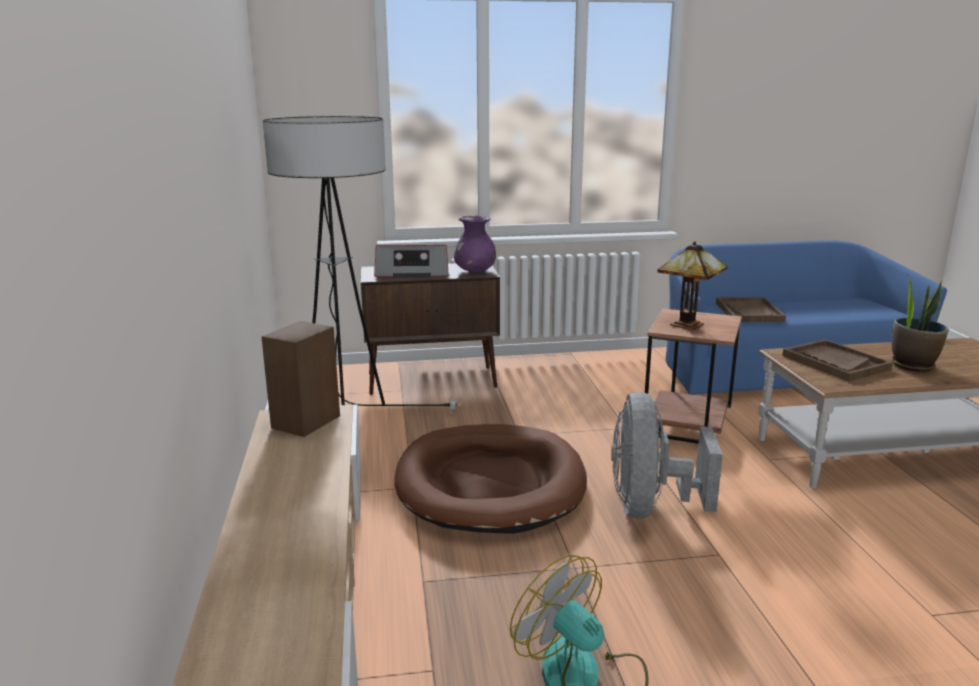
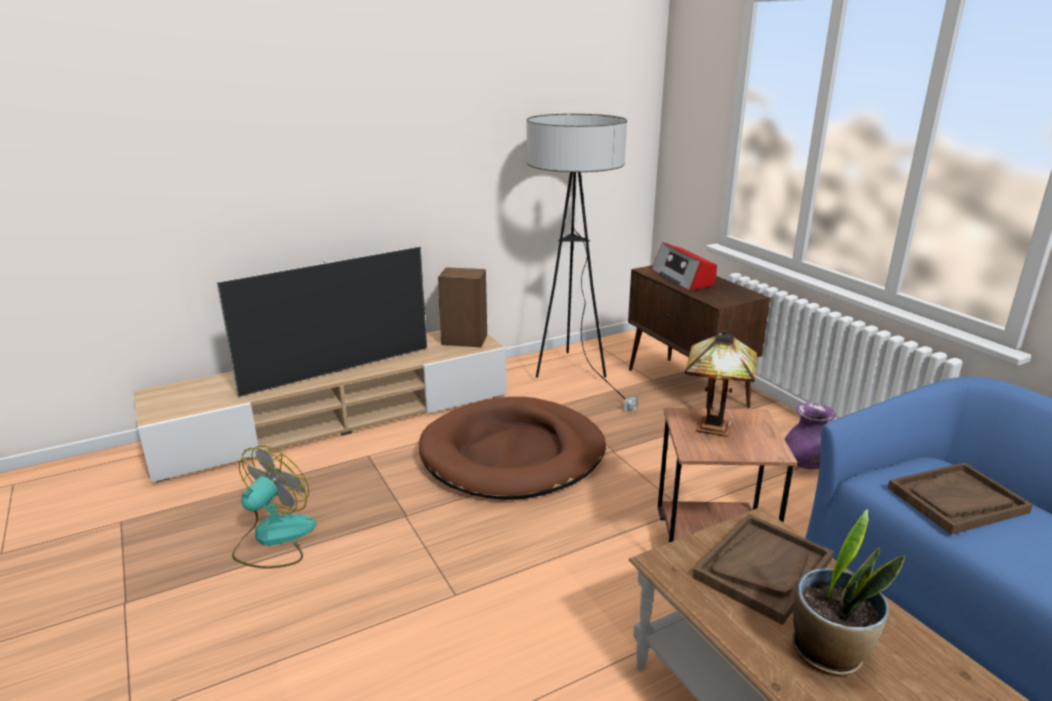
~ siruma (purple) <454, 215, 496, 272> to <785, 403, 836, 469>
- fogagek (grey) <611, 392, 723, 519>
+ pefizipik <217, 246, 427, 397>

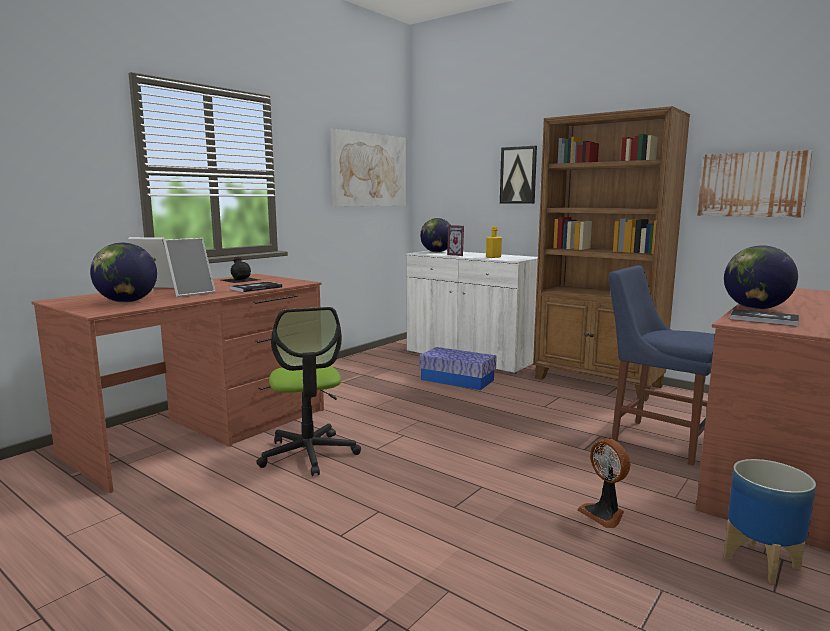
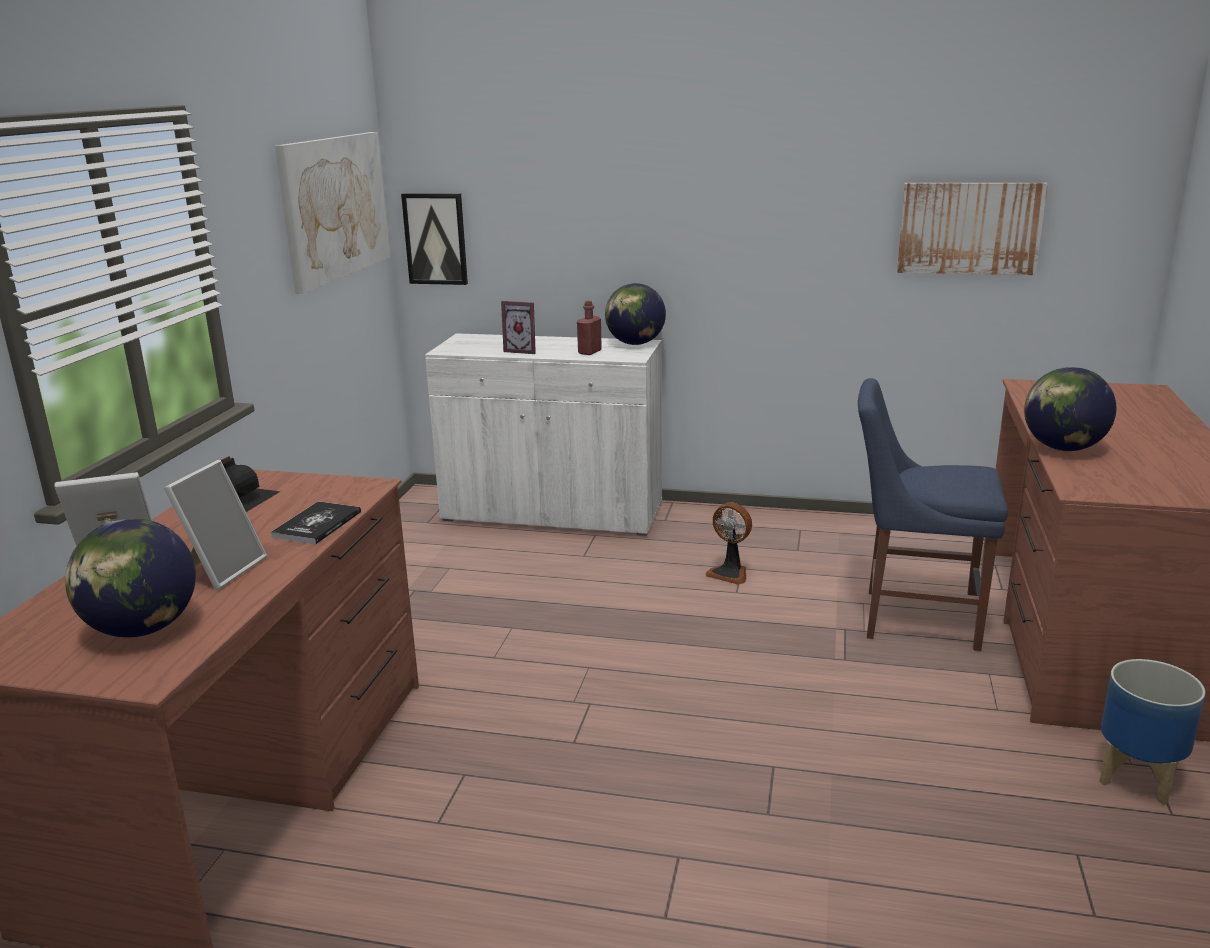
- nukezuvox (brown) <533, 106, 690, 401>
~ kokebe <500, 146, 537, 204> to <401, 193, 468, 285>
~ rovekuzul <420, 218, 450, 252> to <605, 283, 666, 345>
~ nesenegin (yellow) <486, 226, 502, 258> to nesenegin (red) <577, 301, 602, 355>
- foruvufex <256, 307, 361, 476>
- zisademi <730, 309, 799, 326>
- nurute <419, 347, 497, 390>
~ fogagek <577, 439, 630, 528> to <705, 502, 752, 585>

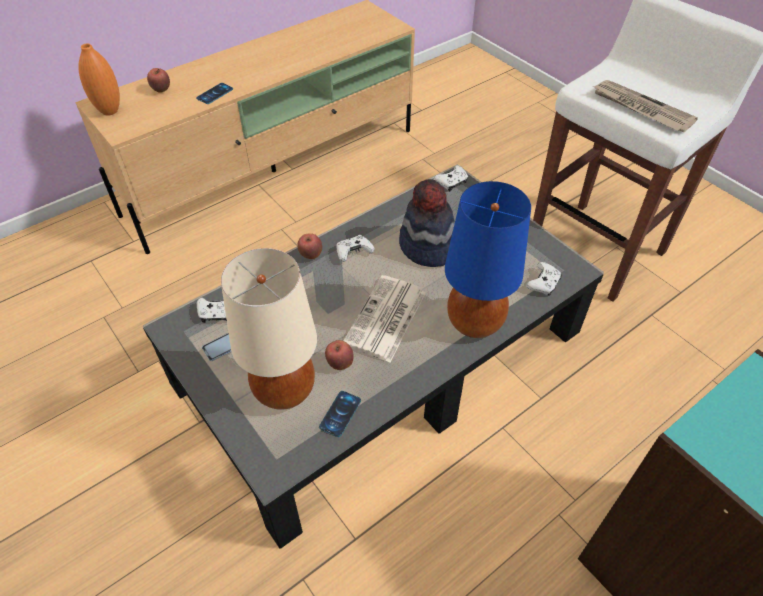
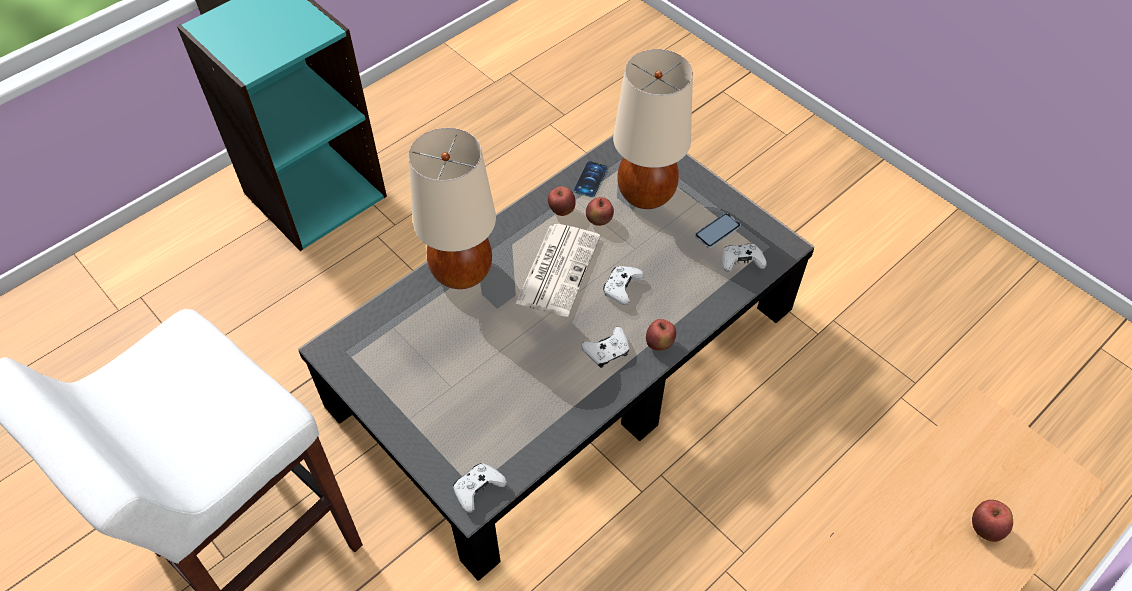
- siruma (orange) <78, 43, 120, 115>
- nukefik <593, 80, 698, 132>
- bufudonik <196, 83, 233, 104>
- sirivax <399, 179, 455, 267>
~ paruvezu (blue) <445, 181, 531, 338> to paruvezu (beige) <408, 128, 496, 289>
~ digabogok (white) <526, 262, 562, 296> to <603, 266, 644, 305>
+ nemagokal <548, 186, 576, 216>

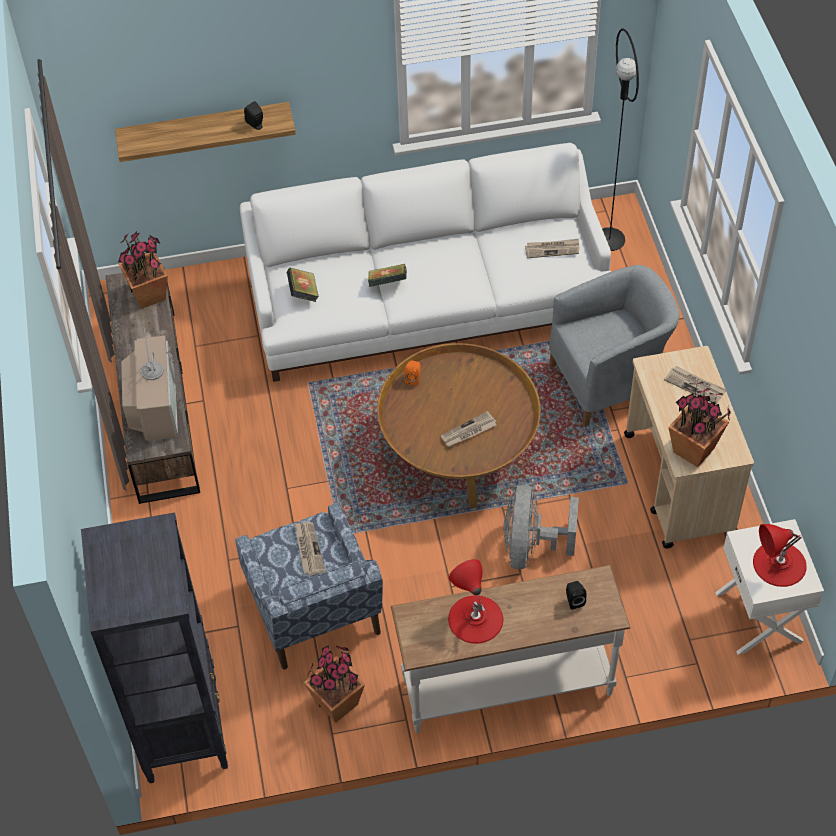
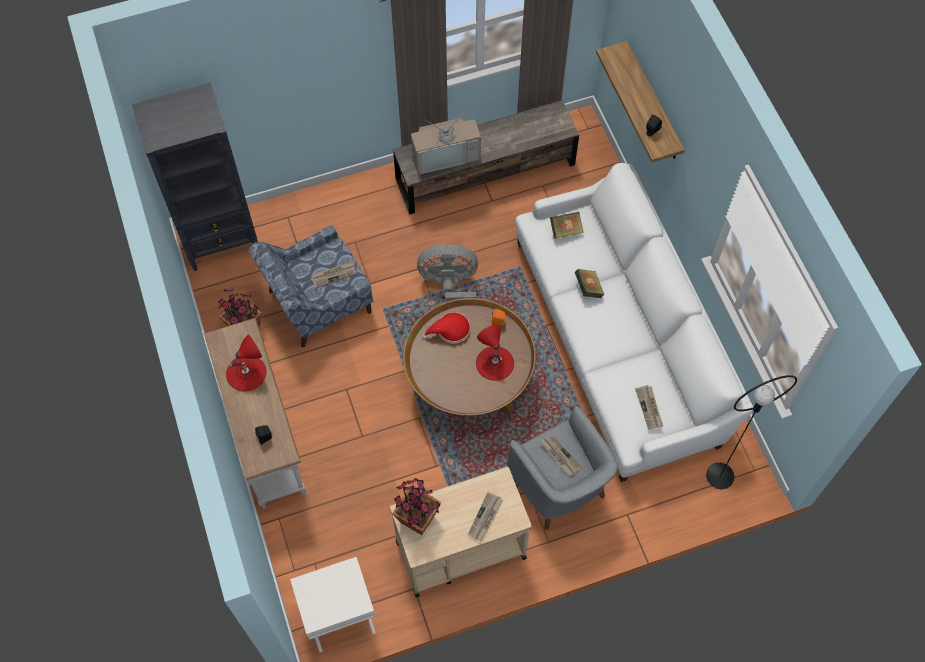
- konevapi <118, 231, 168, 309>
~ nukefik <441, 411, 497, 447> to <540, 435, 583, 476>
~ fogagek (grey) <503, 485, 579, 569> to <417, 245, 478, 302>
~ paruvezu (red) <753, 524, 807, 587> to <476, 325, 514, 381>
+ sirivax (red) <422, 312, 470, 344>

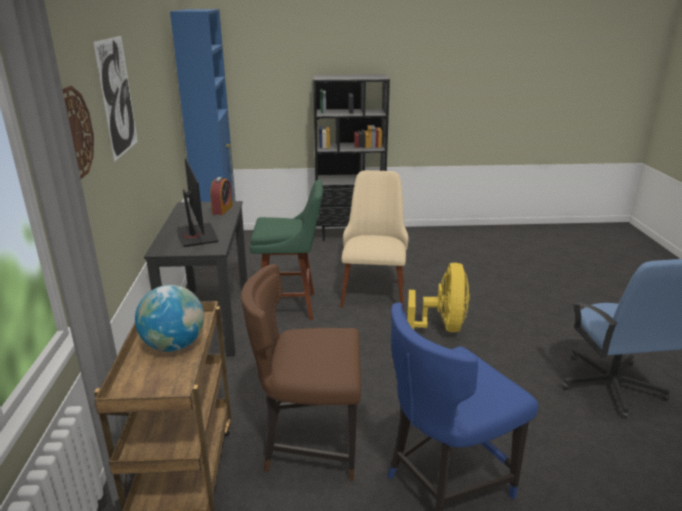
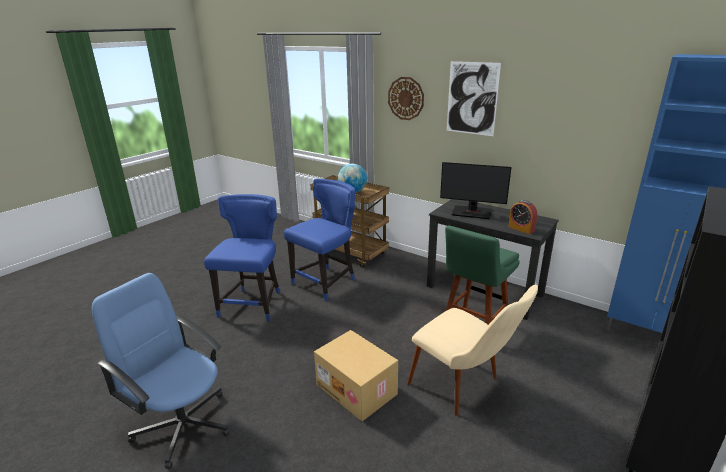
~ fogagek (yellow) <407, 263, 470, 332> to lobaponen <314, 330, 398, 421>
~ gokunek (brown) <241, 264, 361, 481> to gokunek (blue) <284, 179, 355, 301>

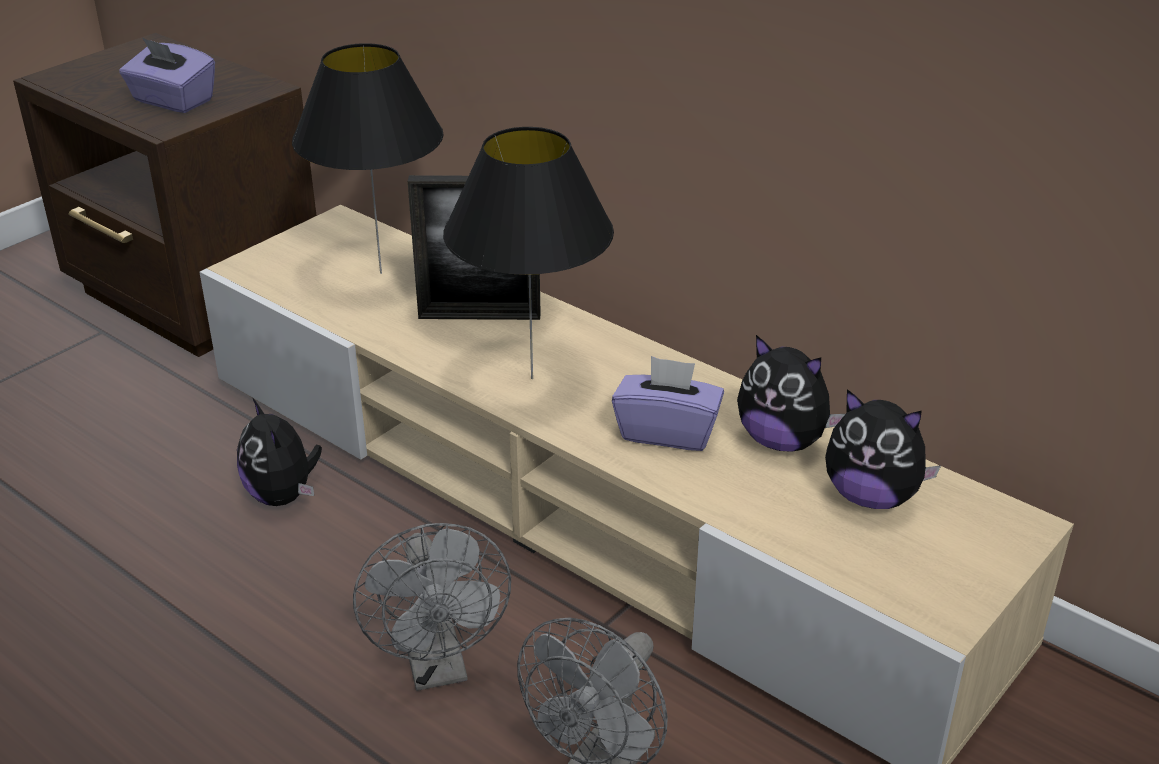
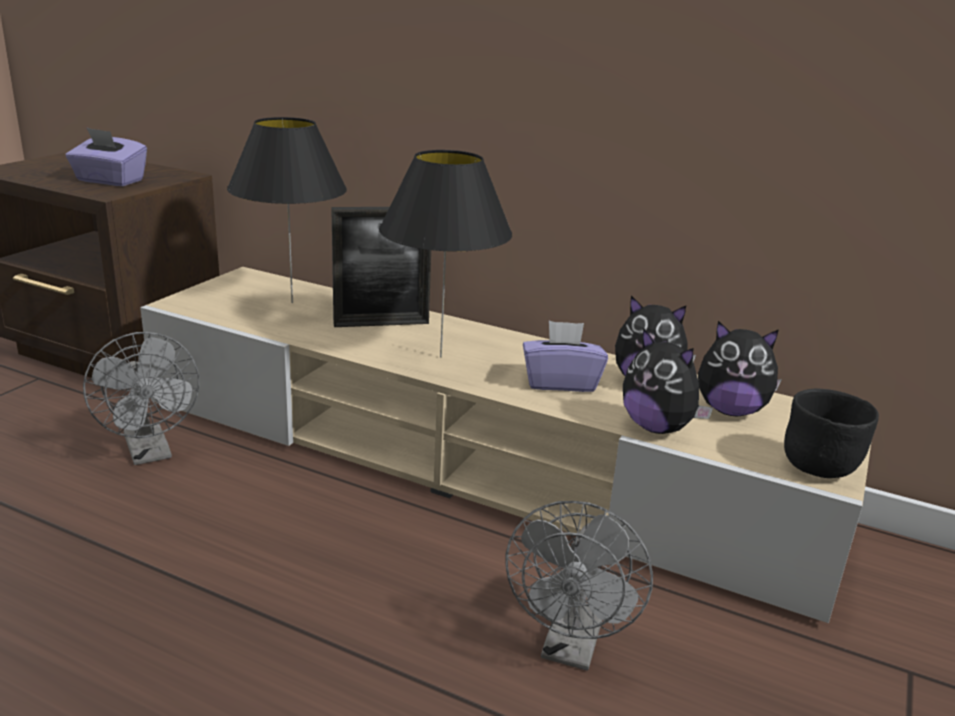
~ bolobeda <237, 399, 322, 506> to <623, 328, 713, 434>
~ fogagek (grey) <353, 523, 511, 691> to <83, 332, 200, 465>
+ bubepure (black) <784, 388, 879, 478>

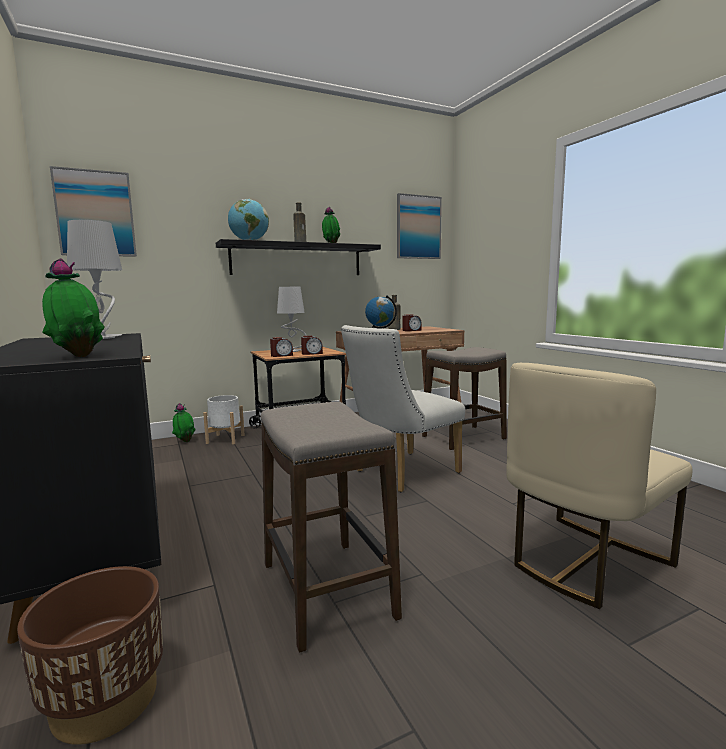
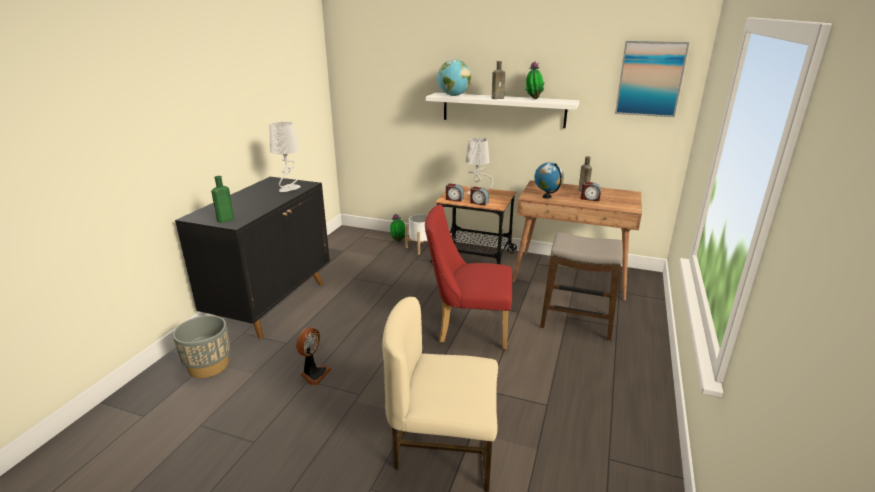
- kokebe <50, 166, 137, 257>
~ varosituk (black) <216, 239, 381, 275> to varosituk (white) <426, 93, 579, 128>
~ konevapi <42, 258, 105, 357> to nesenegin (green) <211, 176, 234, 223>
~ gokunek (white) <341, 325, 465, 492> to gokunek (red) <425, 204, 512, 350>
~ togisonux <260, 402, 402, 653> to fogagek <296, 327, 331, 385>
~ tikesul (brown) <17, 566, 163, 745> to tikesul (grey) <173, 315, 230, 378>

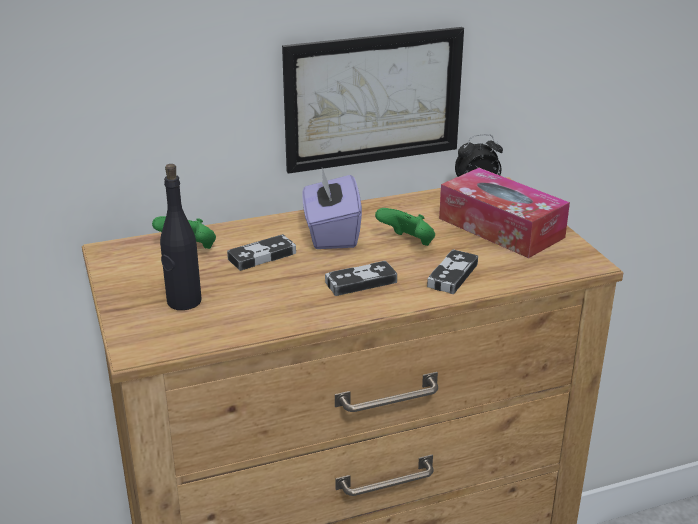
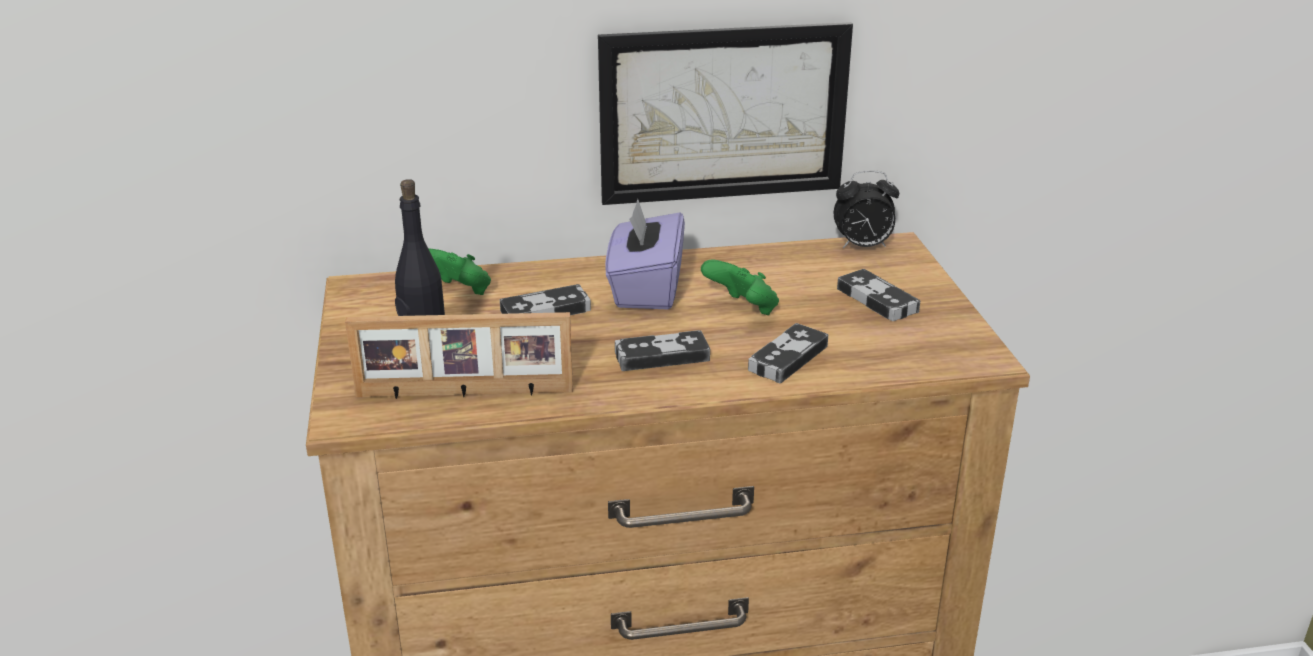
~ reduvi <439, 168, 570, 258> to digabogok <837, 269, 920, 321>
+ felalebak <345, 312, 573, 399>

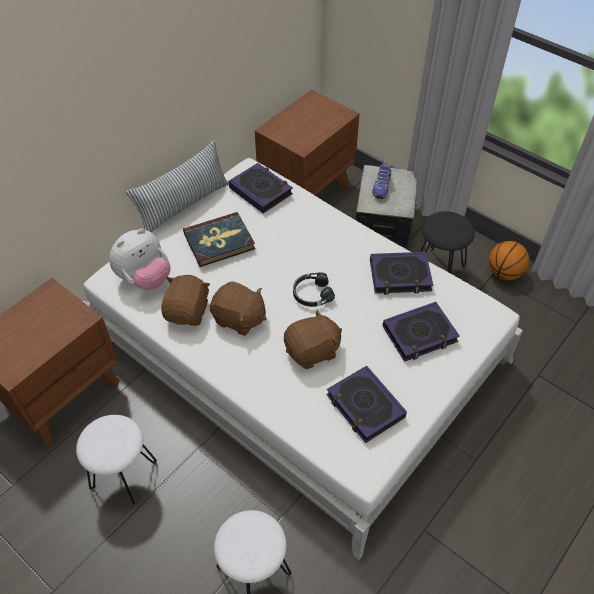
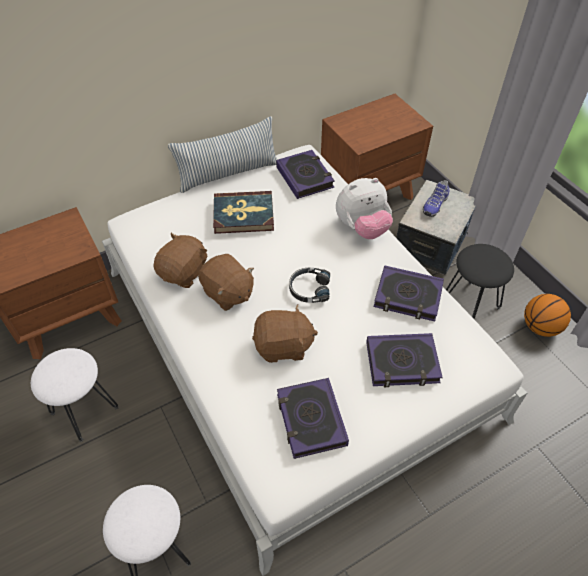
~ bolobeda <109, 229, 171, 290> to <336, 178, 393, 239>

